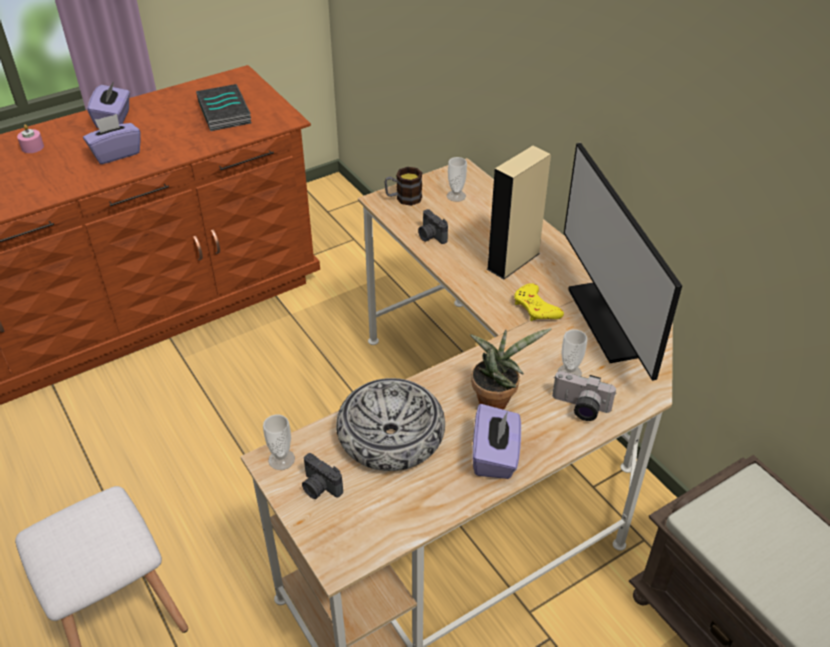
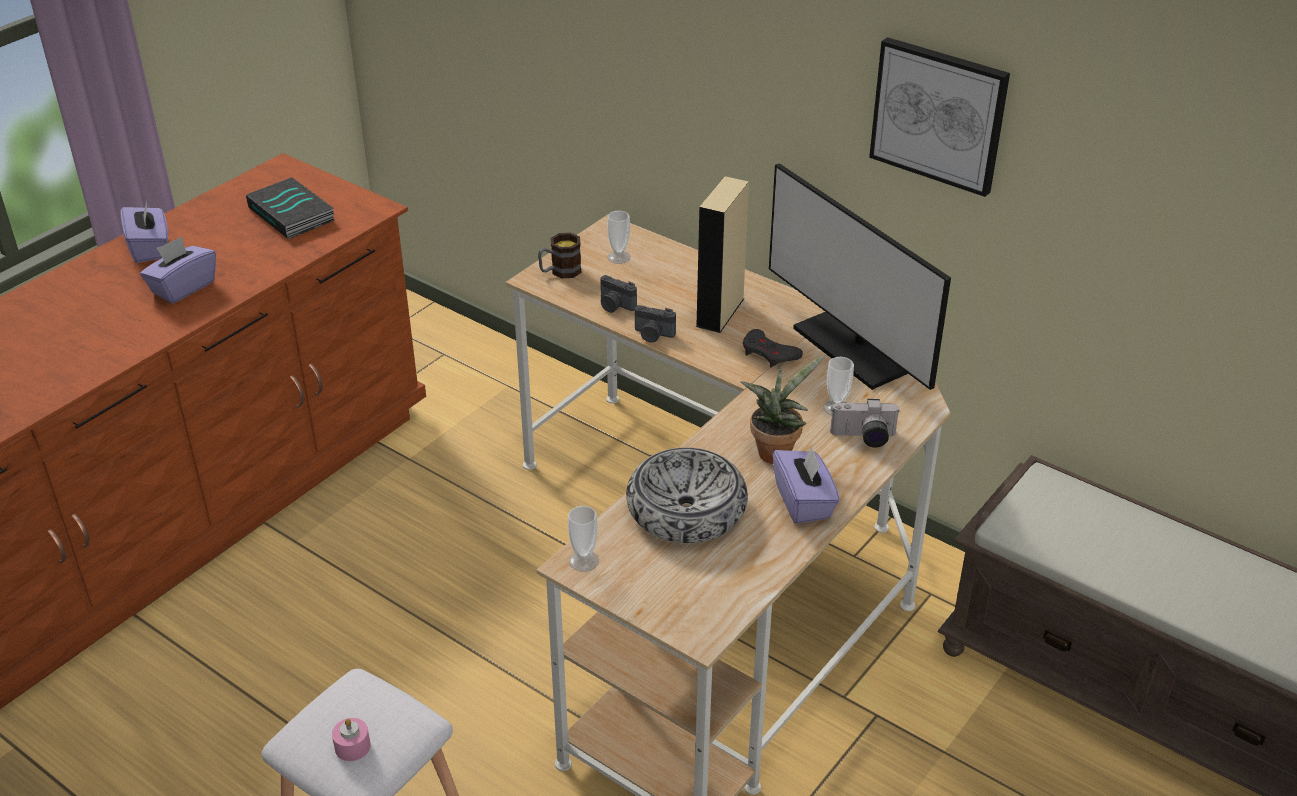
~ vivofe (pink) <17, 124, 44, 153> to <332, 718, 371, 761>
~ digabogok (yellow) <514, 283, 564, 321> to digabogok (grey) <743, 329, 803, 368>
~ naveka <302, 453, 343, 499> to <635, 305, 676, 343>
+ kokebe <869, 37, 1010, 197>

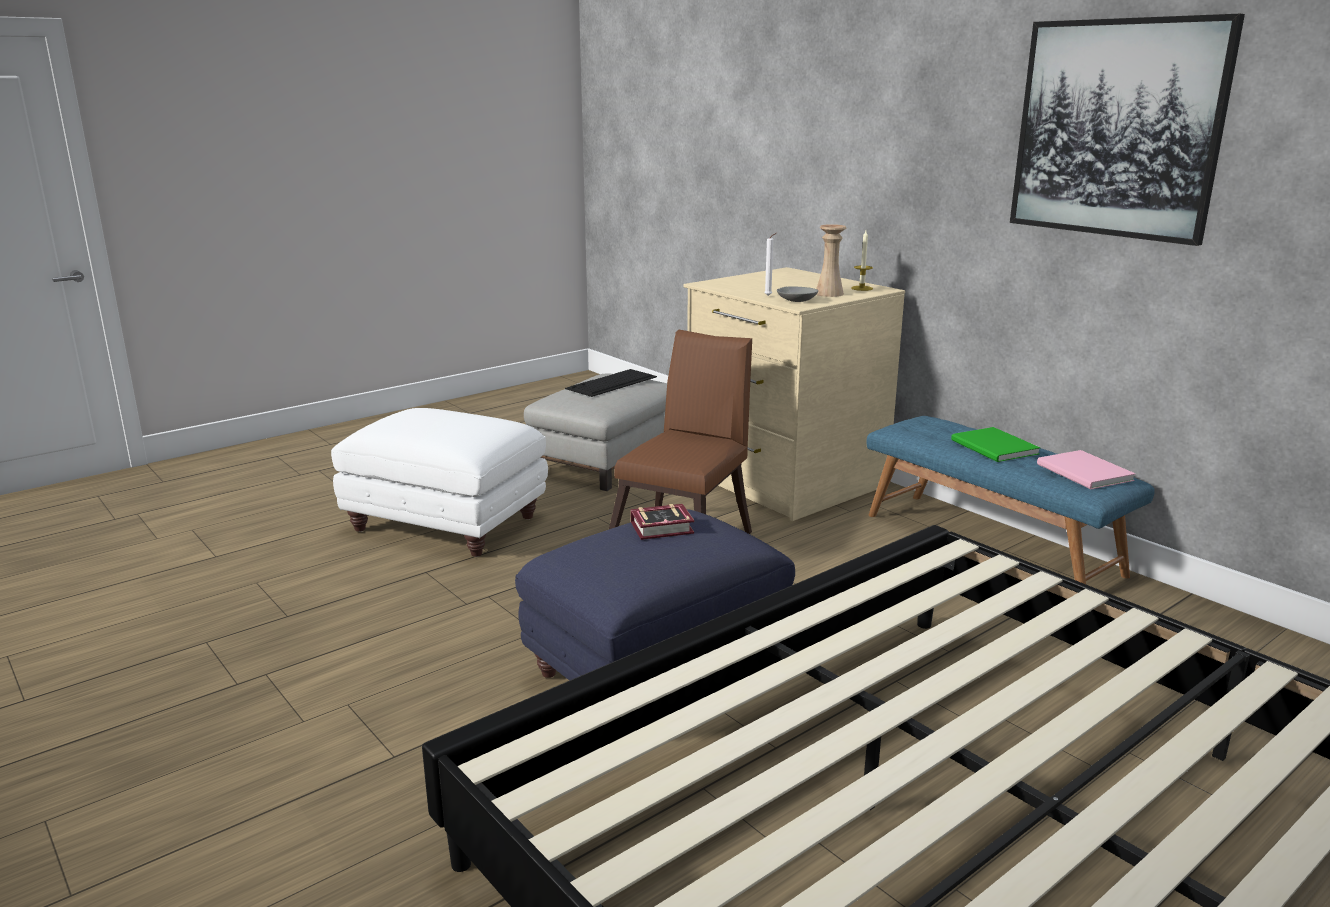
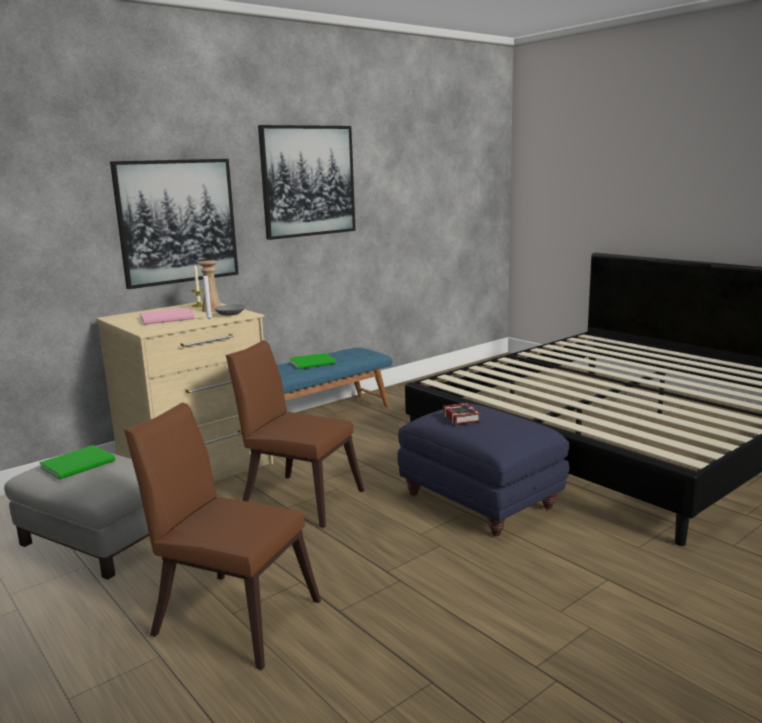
~ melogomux <565, 369, 657, 397> to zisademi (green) <39, 445, 115, 480>
~ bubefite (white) <331, 408, 548, 557> to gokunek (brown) <124, 403, 321, 670>
~ zisademi (pink) <1037, 450, 1136, 489> to <140, 308, 194, 325>
+ kokebe <110, 159, 239, 289>

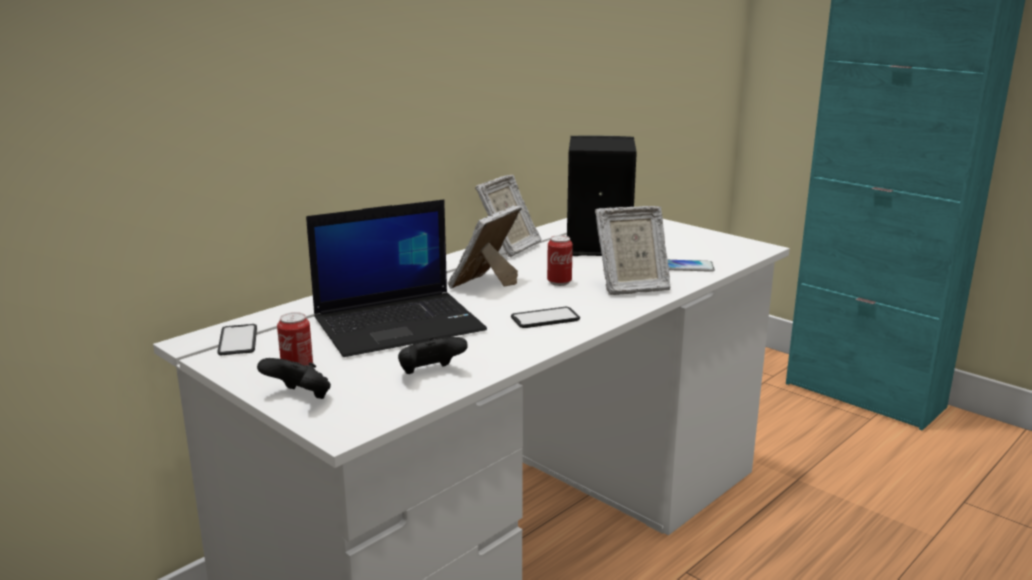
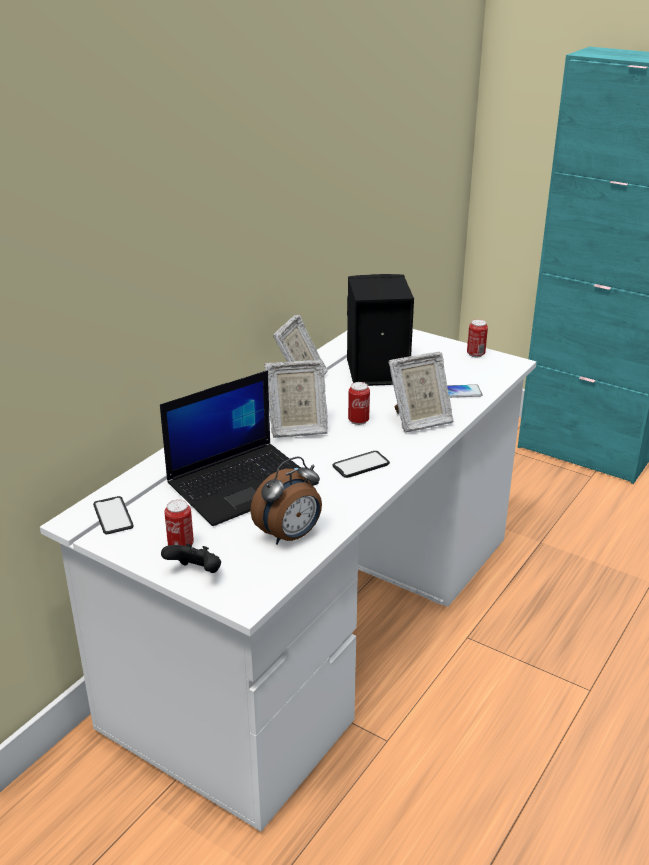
~ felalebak <448, 205, 522, 289> = <264, 360, 328, 438> 120 degrees counterclockwise
~ digabogok (black) <398, 336, 468, 374> to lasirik <250, 456, 322, 545>
+ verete <467, 319, 488, 357>

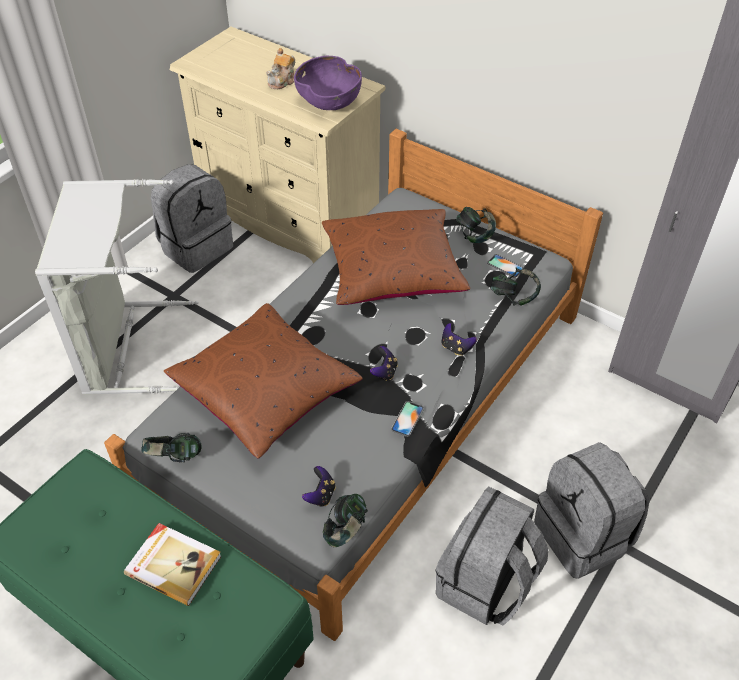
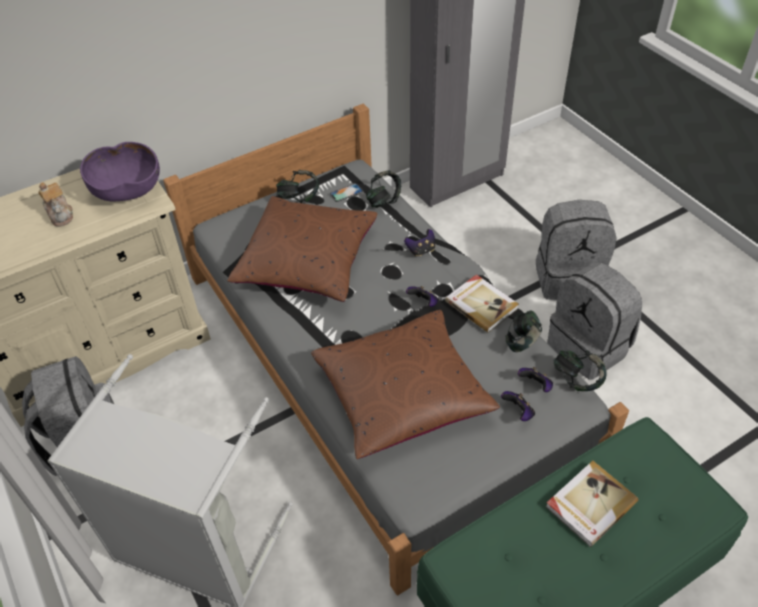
~ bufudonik <391, 401, 424, 437> to zisademi <445, 274, 519, 333>
~ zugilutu <141, 433, 202, 462> to <506, 311, 542, 352>
+ digabogok <501, 391, 535, 421>

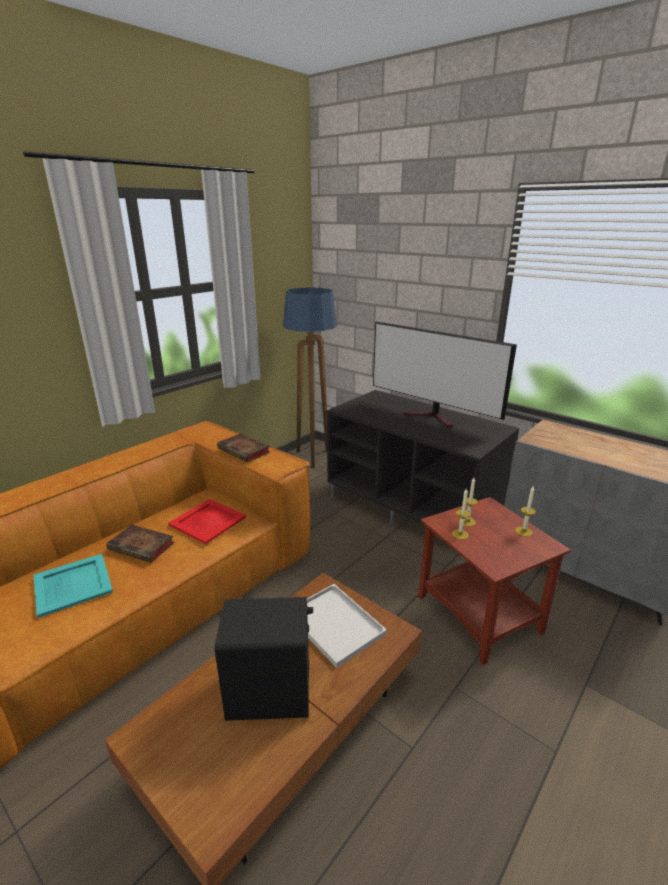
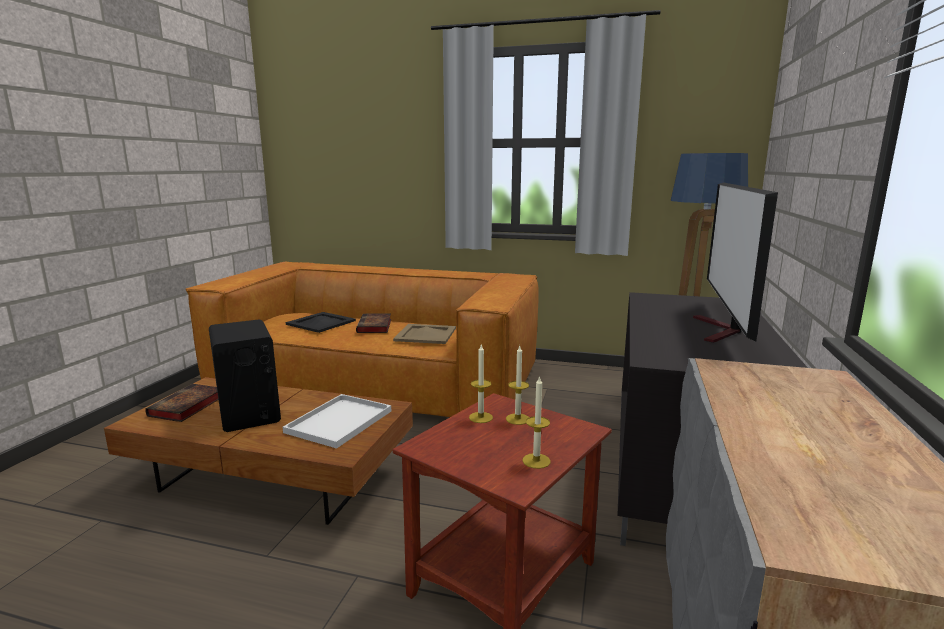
~ zisademi <217, 434, 270, 462> to <145, 384, 218, 422>
~ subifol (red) <168, 499, 246, 544> to subifol (beige) <393, 324, 456, 344>
~ subifol (turquoise) <34, 554, 113, 618> to subifol (black) <286, 312, 356, 333>

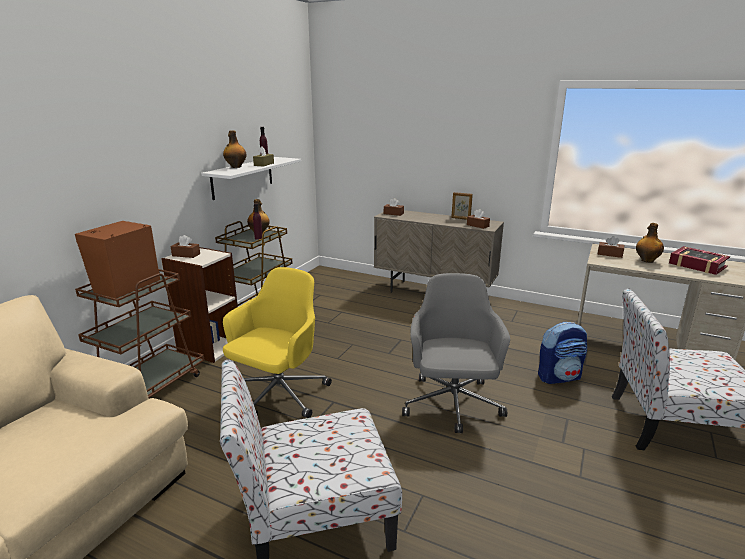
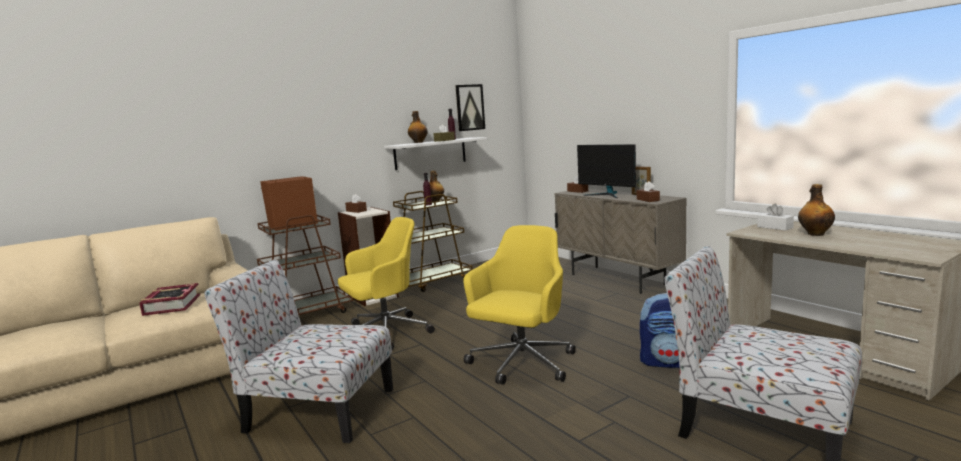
~ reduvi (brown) <598, 236, 624, 258> to reduvi (white) <757, 204, 794, 231>
~ zisademi <669, 246, 730, 275> to <139, 283, 200, 316>
~ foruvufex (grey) <402, 273, 510, 433> to foruvufex (yellow) <463, 225, 576, 385>
+ kokebe <455, 84, 485, 131>
+ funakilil <577, 144, 636, 198>

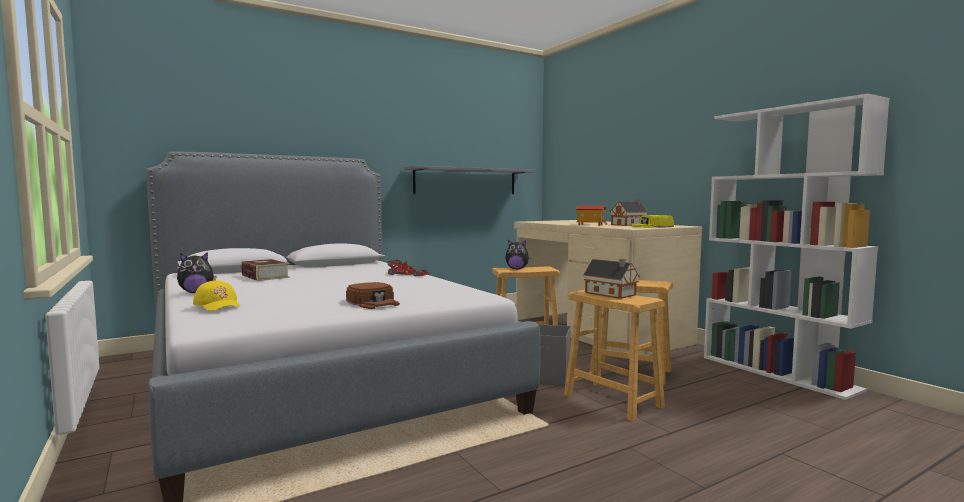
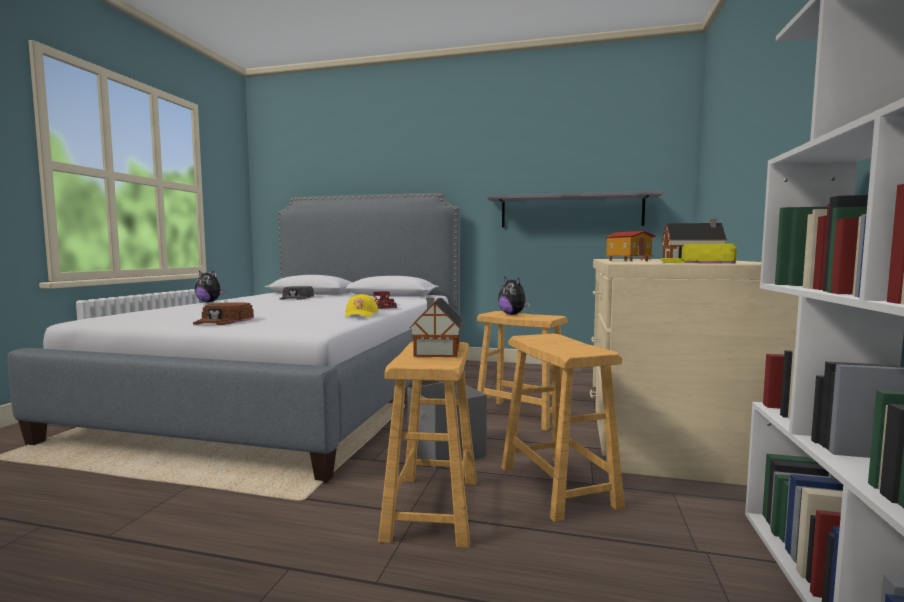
~ zisademi <241, 259, 290, 281> to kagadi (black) <279, 286, 314, 300>
~ kagadi (yellow) <193, 281, 240, 311> to <345, 294, 379, 317>

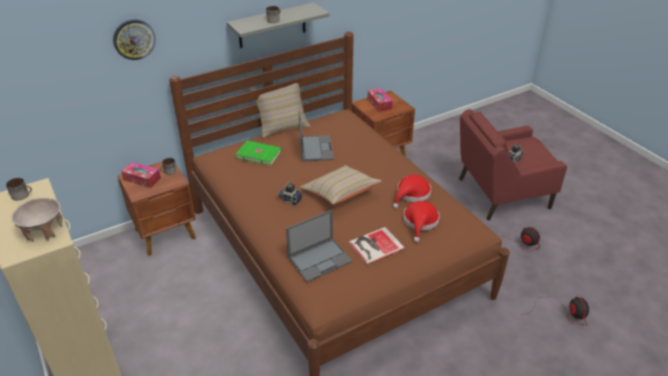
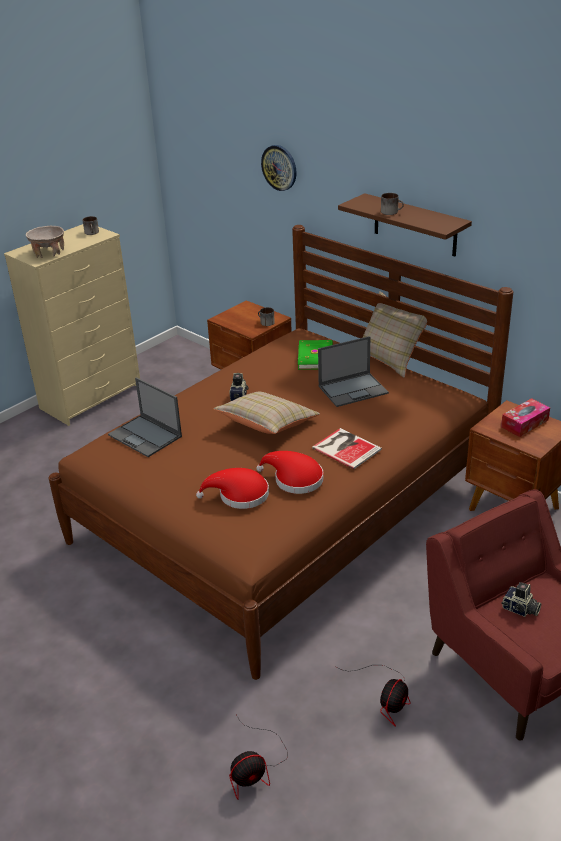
~ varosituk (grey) <227, 2, 330, 48> to varosituk (brown) <338, 193, 472, 256>
- reduvi <121, 162, 161, 188>
~ zisademi <349, 227, 405, 265> to <312, 428, 382, 469>

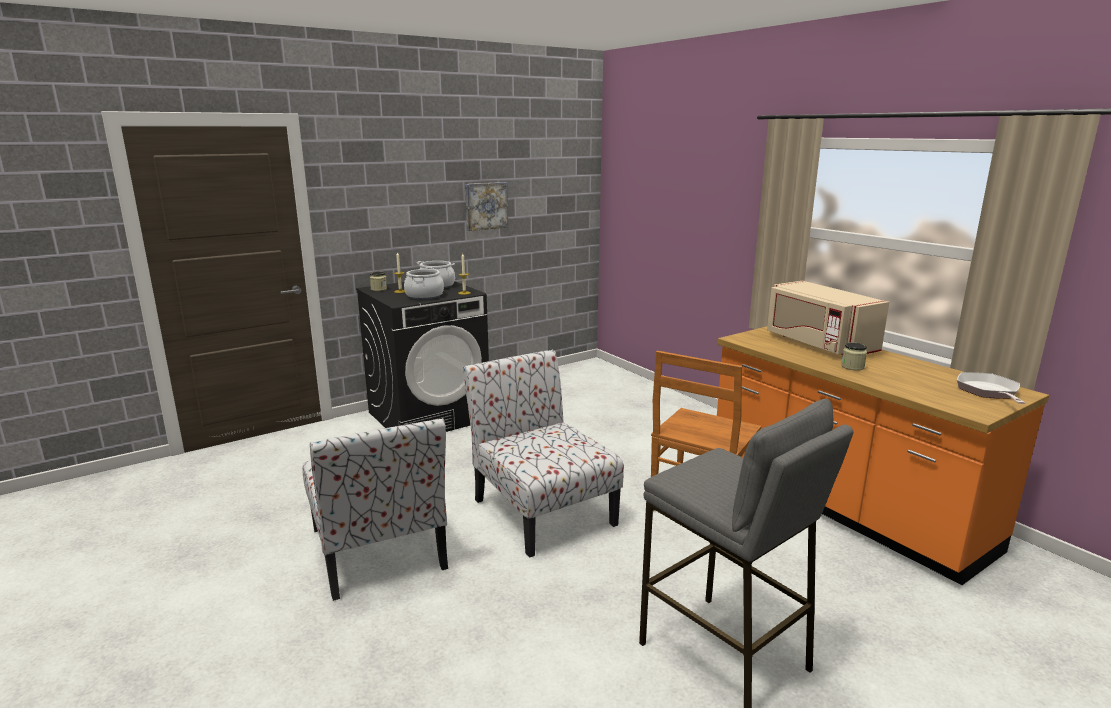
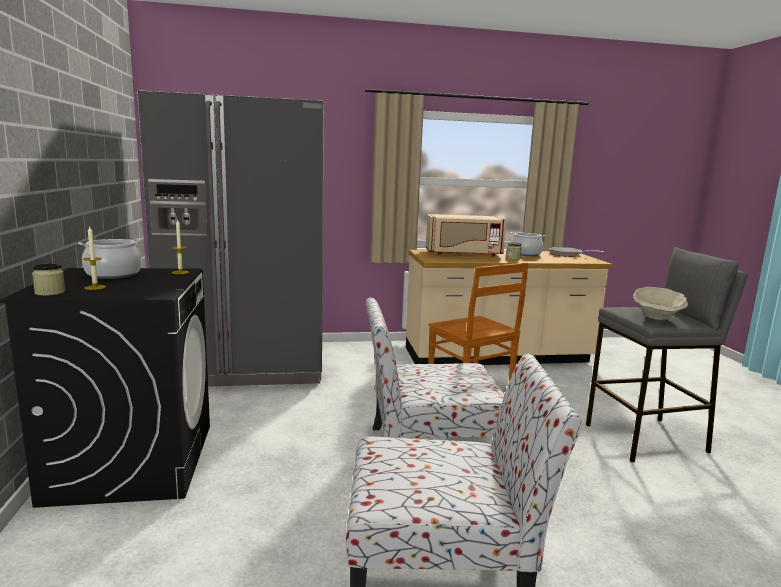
- kokebe <465, 182, 508, 231>
~ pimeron <404, 267, 444, 300> to <511, 232, 545, 256>
~ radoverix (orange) <717, 326, 1049, 585> to radoverix (beige) <406, 250, 613, 365>
+ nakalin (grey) <137, 90, 324, 387>
+ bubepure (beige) <633, 287, 688, 320>

